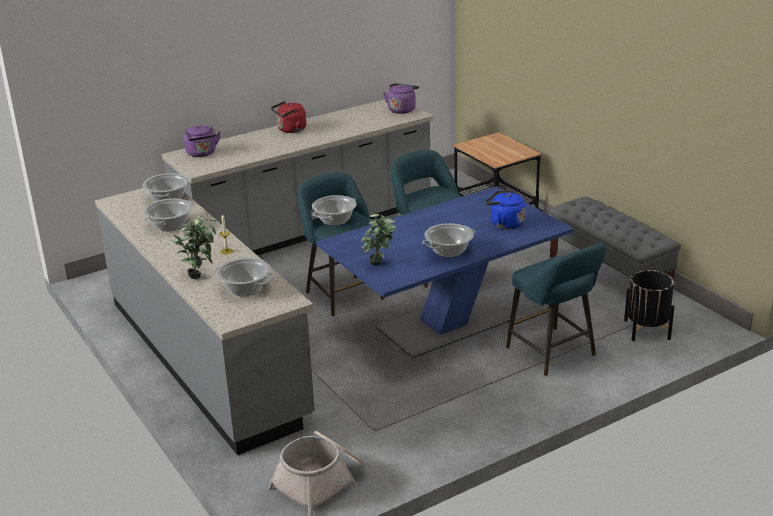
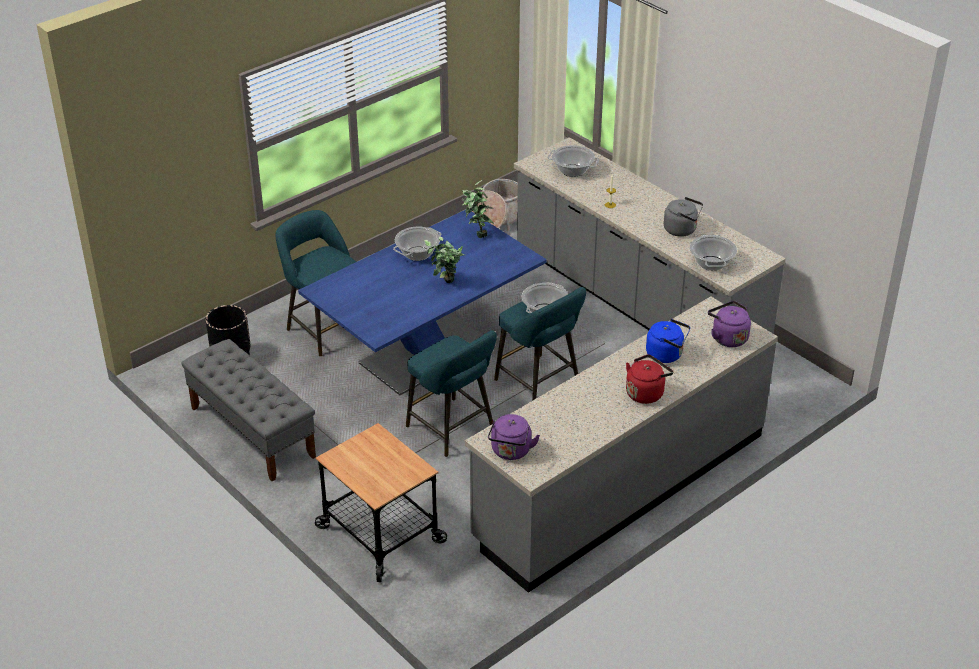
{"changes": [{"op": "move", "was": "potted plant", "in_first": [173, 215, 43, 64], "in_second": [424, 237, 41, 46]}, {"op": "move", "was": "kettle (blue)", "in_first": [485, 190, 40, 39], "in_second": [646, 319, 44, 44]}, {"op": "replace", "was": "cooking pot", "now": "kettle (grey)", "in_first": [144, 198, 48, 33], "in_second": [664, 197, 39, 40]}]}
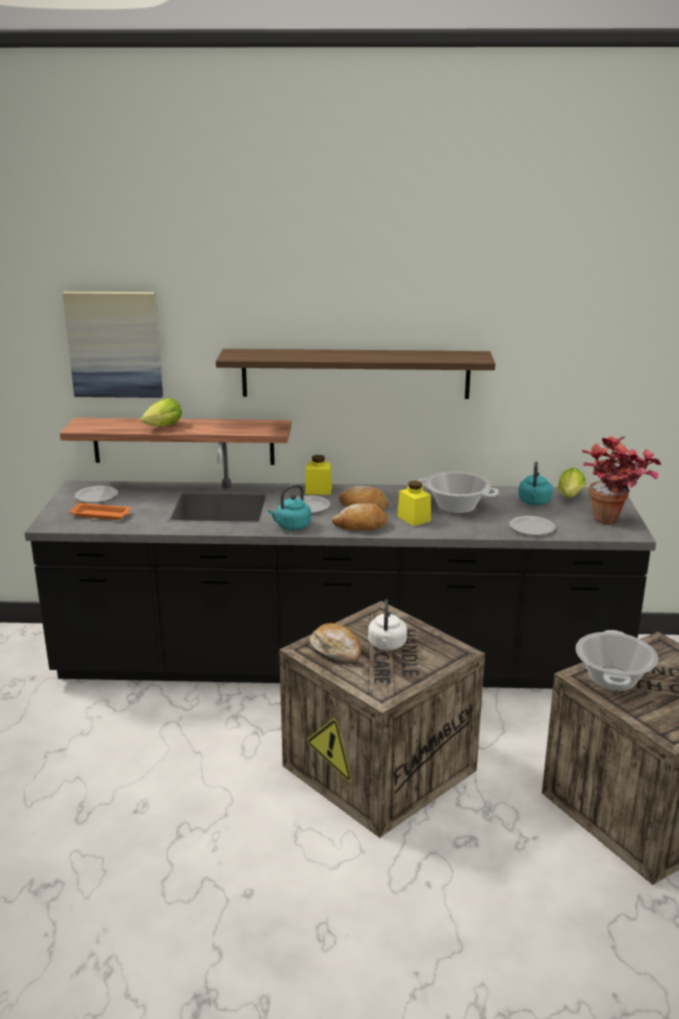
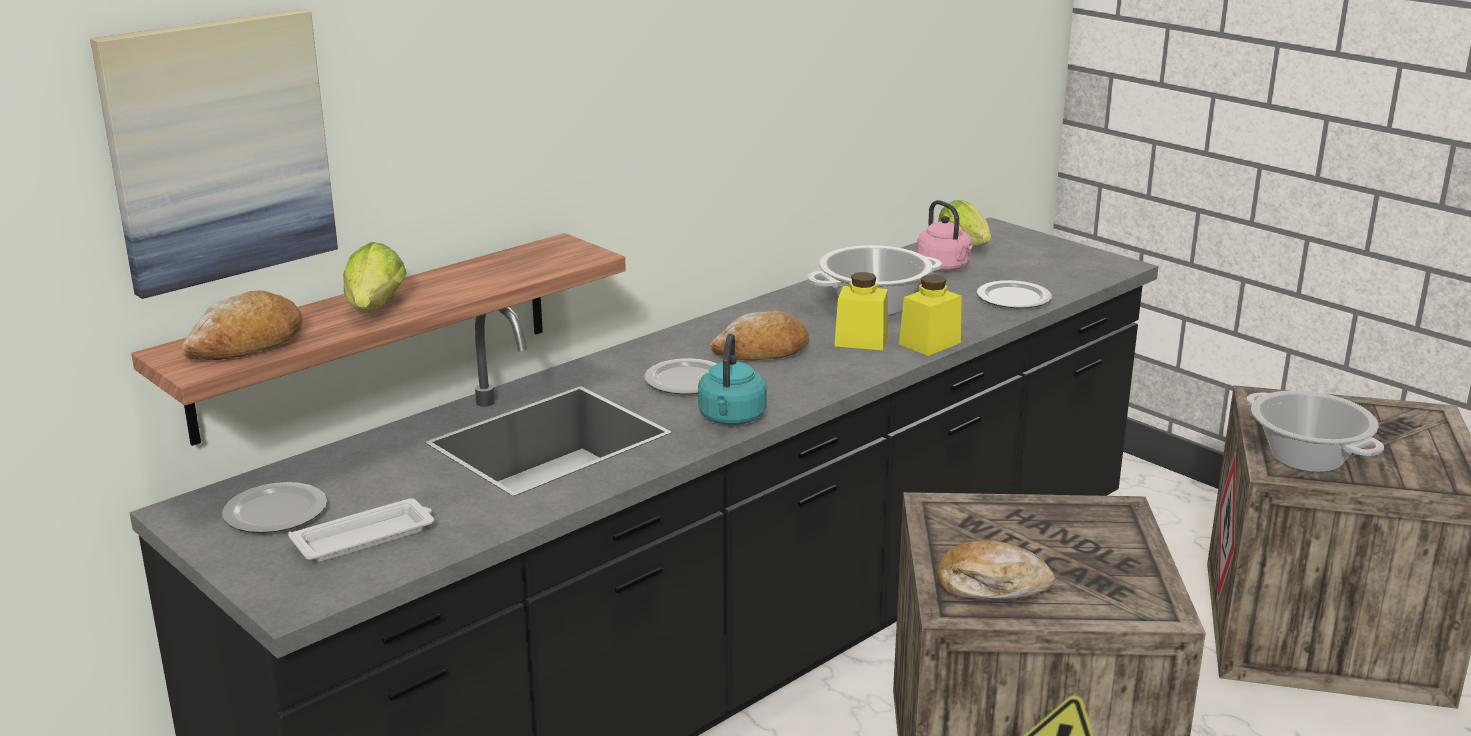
{"changes": [{"op": "delete", "was": "shelf", "in_first": [216, 349, 279, 50]}, {"op": "delete", "was": "kettle (white)", "in_first": [368, 599, 39, 52]}, {"op": "delete", "was": "potted plant", "in_first": [581, 436, 80, 88]}, {"op": "move", "was": "jar (yellow)", "in_first": [305, 455, 27, 40], "in_second": [899, 274, 62, 82]}, {"op": "move", "was": "bread", "in_first": [332, 503, 56, 28], "in_second": [182, 290, 120, 70]}, {"op": "recolor", "was": "tray (orange)", "now": "tray (white)", "in_first": [69, 502, 62, 18], "in_second": [288, 498, 146, 64]}, {"op": "recolor", "was": "kettle (turquoise)", "now": "kettle (pink)", "in_first": [518, 462, 35, 43], "in_second": [916, 200, 57, 71]}]}
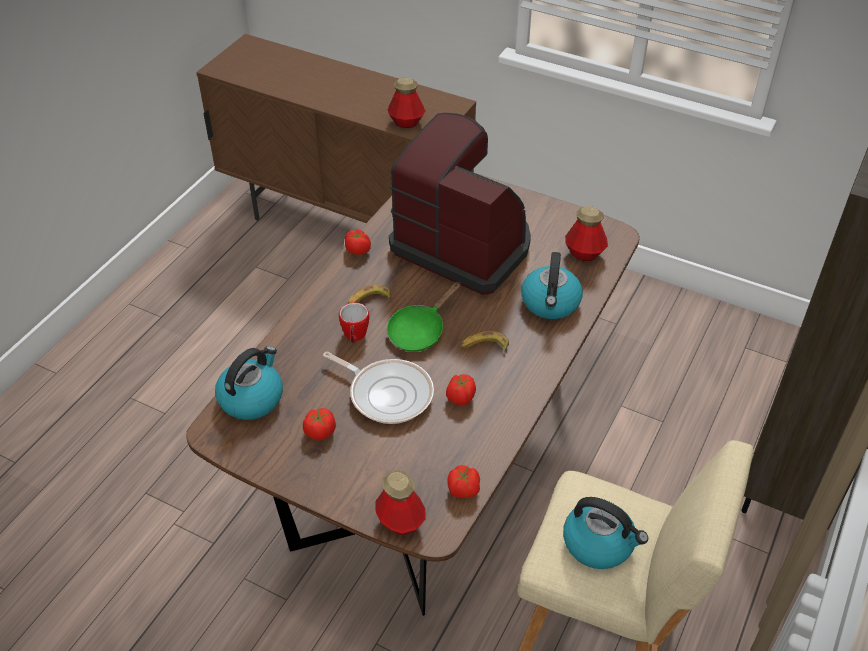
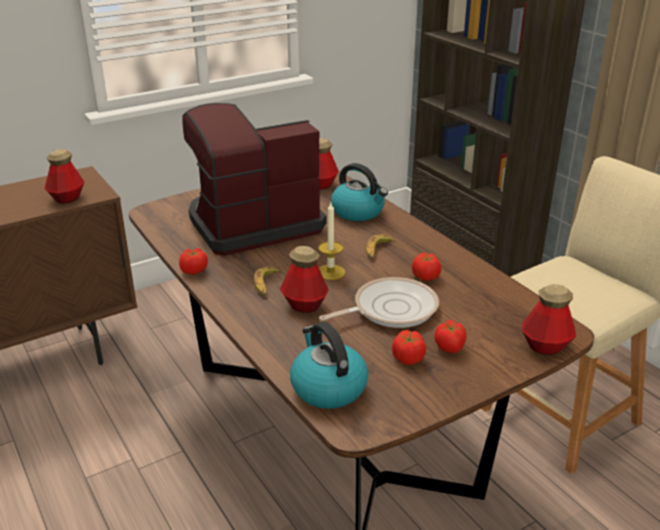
{"changes": [{"op": "delete", "was": "kettle", "in_first": [563, 497, 85, 72]}, {"op": "move", "was": "tomato", "in_first": [448, 465, 32, 33], "in_second": [434, 320, 33, 33]}, {"op": "replace", "was": "mug", "now": "bottle", "in_first": [339, 302, 30, 41], "in_second": [280, 246, 49, 67]}, {"op": "replace", "was": "frying pan (green)", "now": "candle", "in_first": [387, 282, 74, 70], "in_second": [318, 203, 27, 77]}]}
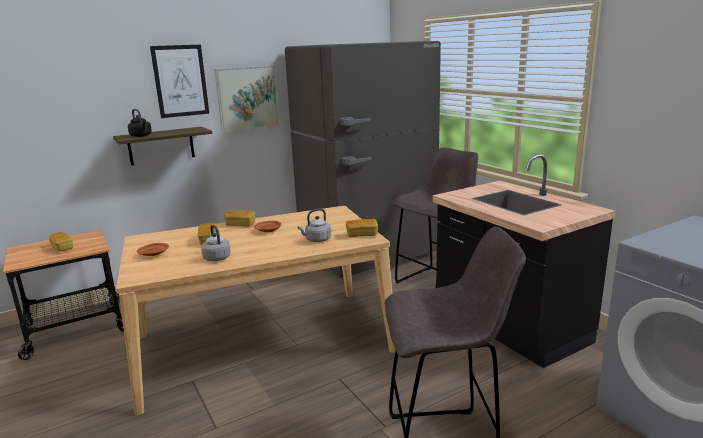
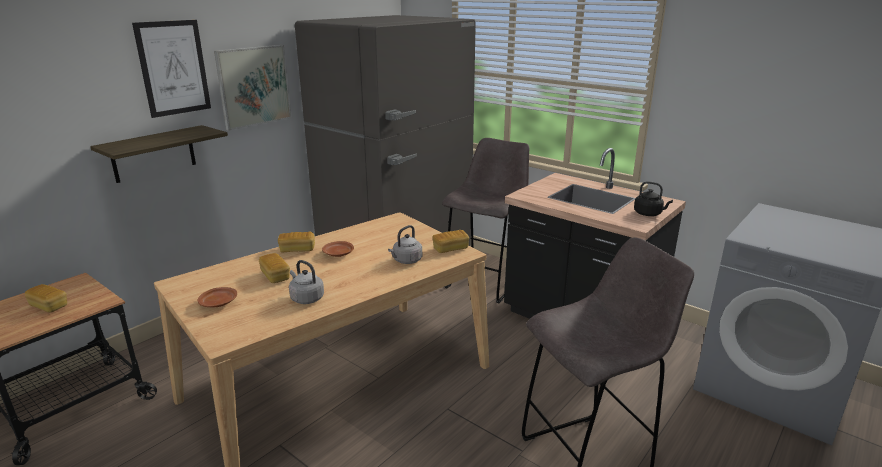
{"changes": [{"op": "move", "was": "kettle (black)", "in_first": [128, 109, 24, 28], "in_second": [634, 181, 39, 35]}]}
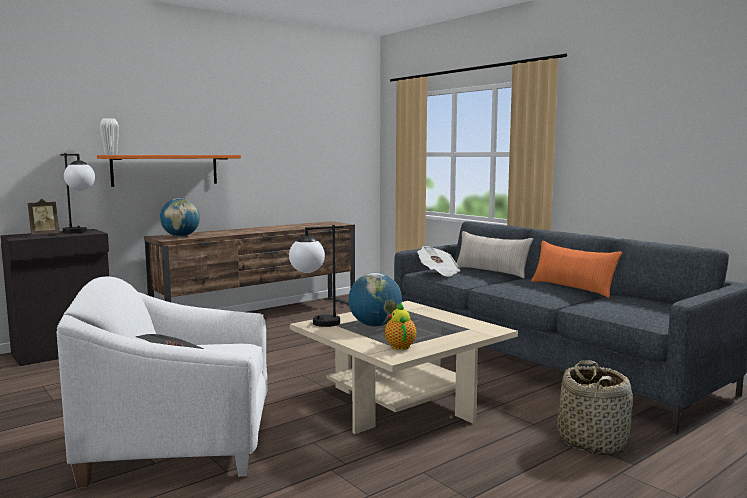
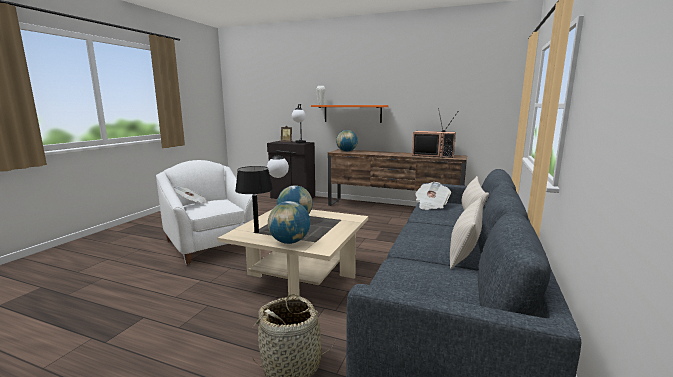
{"changes": [{"op": "insert", "now": "globe", "in_second": [268, 201, 42, 43]}, {"op": "insert", "now": "television", "in_second": [412, 108, 46, 50]}, {"op": "replace", "was": "teapot", "now": "table lamp (black)", "in_first": [385, 302, 32, 48], "in_second": [235, 166, 38, 67]}, {"op": "recolor", "was": "pillow (orange)", "now": "pillow (beige)", "in_first": [531, 241, 91, 57], "in_second": [450, 197, 33, 72]}]}
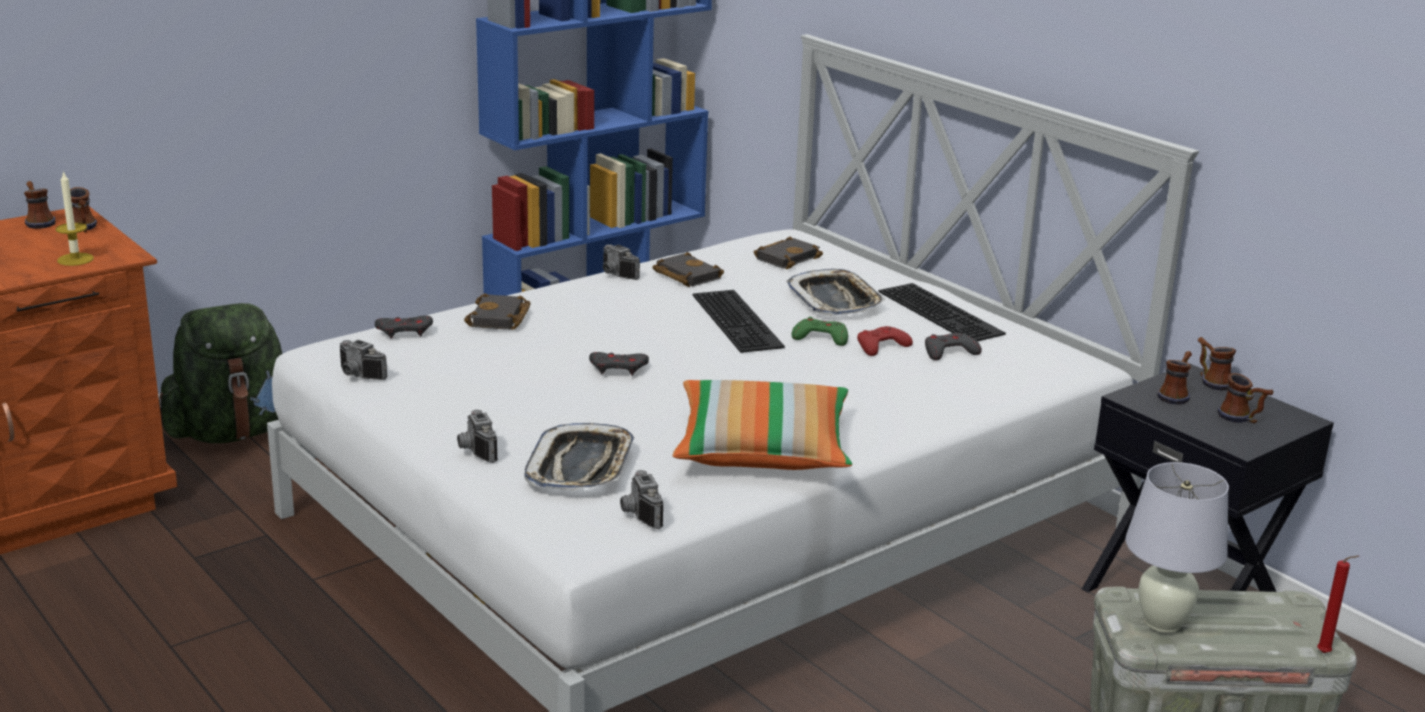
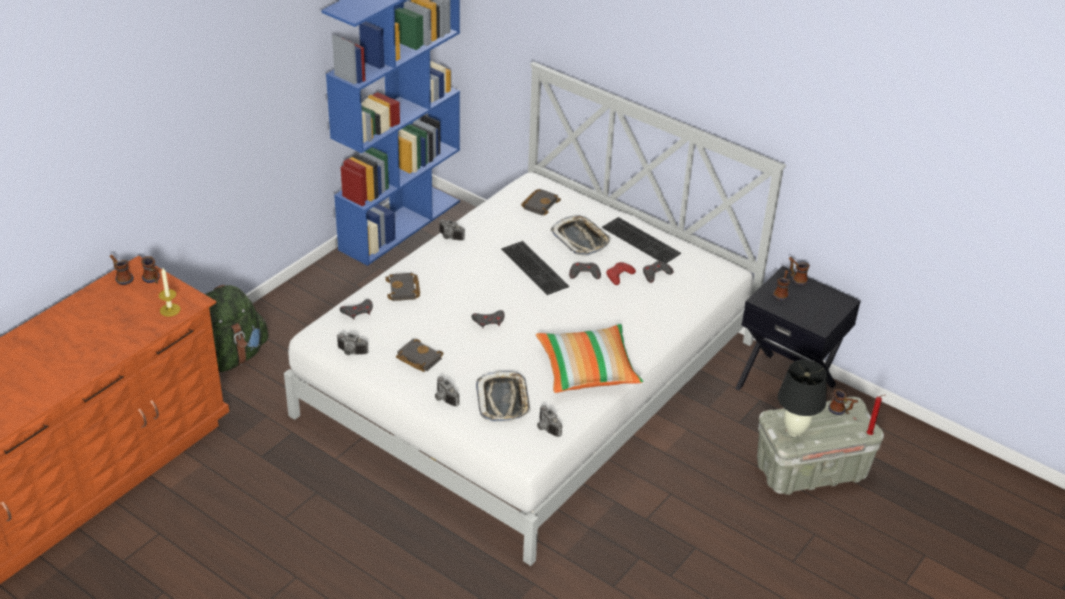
{"changes": [{"op": "move", "was": "book (black)", "in_first": [652, 252, 72, 35], "in_second": [396, 339, 47, 33]}, {"op": "move", "was": "mug", "in_first": [1218, 373, 55, 50], "in_second": [828, 389, 30, 26]}, {"op": "recolor", "was": "game controller (green)", "now": "game controller (grey)", "in_first": [792, 317, 56, 29], "in_second": [569, 262, 32, 17]}, {"op": "recolor", "was": "table lamp (white)", "now": "table lamp (black)", "in_first": [1125, 462, 104, 171], "in_second": [778, 360, 49, 77]}]}
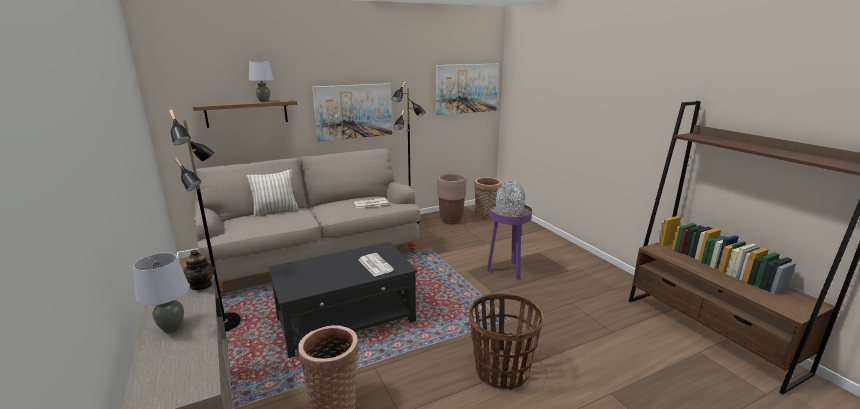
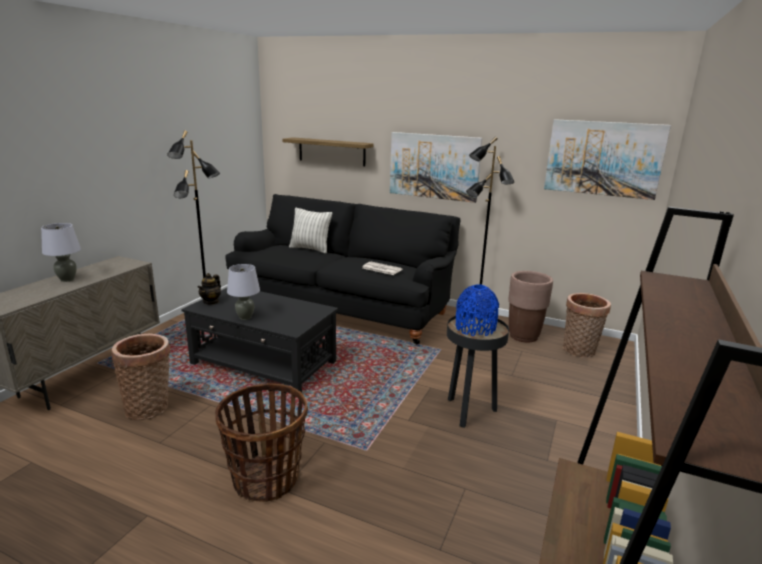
{"changes": [{"op": "delete", "was": "newspaper", "in_first": [358, 253, 36, 24]}, {"op": "move", "was": "teapot", "in_first": [183, 250, 32, 40], "in_second": [198, 273, 23, 32]}, {"op": "move", "was": "table lamp (grey)", "in_first": [249, 61, 25, 41], "in_second": [227, 264, 33, 56]}, {"op": "recolor", "was": "sofa (beige)", "now": "sofa (black)", "in_first": [194, 149, 226, 145], "in_second": [225, 194, 235, 150]}, {"op": "recolor", "was": "side table (purple)", "now": "side table (black)", "in_first": [487, 203, 45, 77], "in_second": [447, 314, 62, 114]}, {"op": "recolor", "was": "vase (grey)", "now": "vase (blue)", "in_first": [496, 181, 29, 35], "in_second": [456, 284, 43, 52]}]}
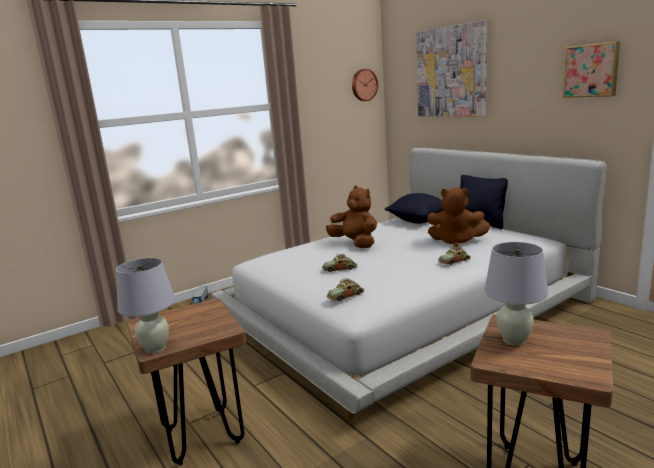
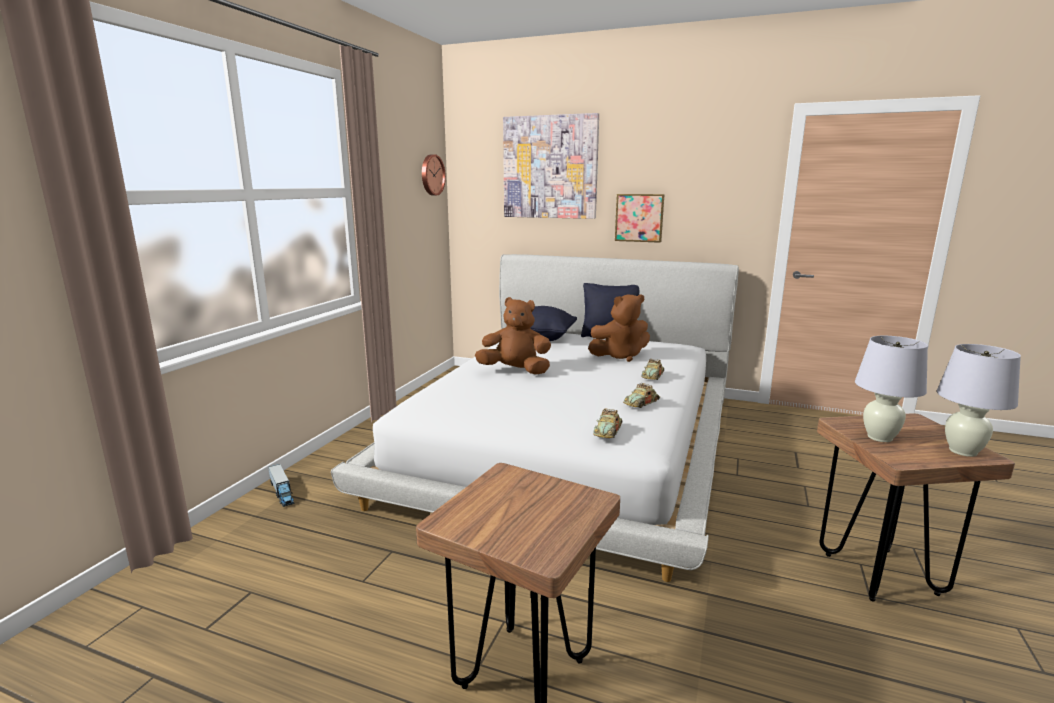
{"changes": [{"op": "move", "was": "table lamp (white)", "in_first": [116, 258, 59, 96], "in_second": [937, 344, 84, 113]}, {"op": "move", "was": "toy car", "in_first": [322, 254, 36, 18], "in_second": [623, 383, 37, 25]}, {"op": "move", "was": "picture", "in_first": [563, 41, 57, 57], "in_second": [615, 194, 49, 49]}]}
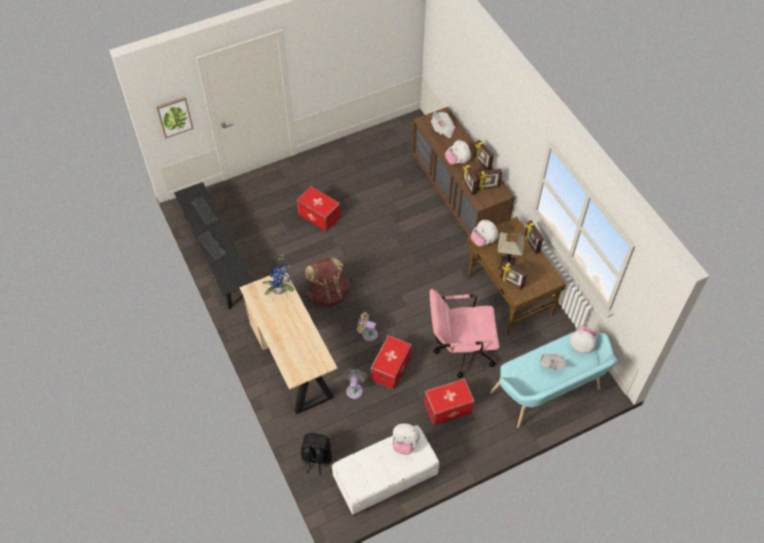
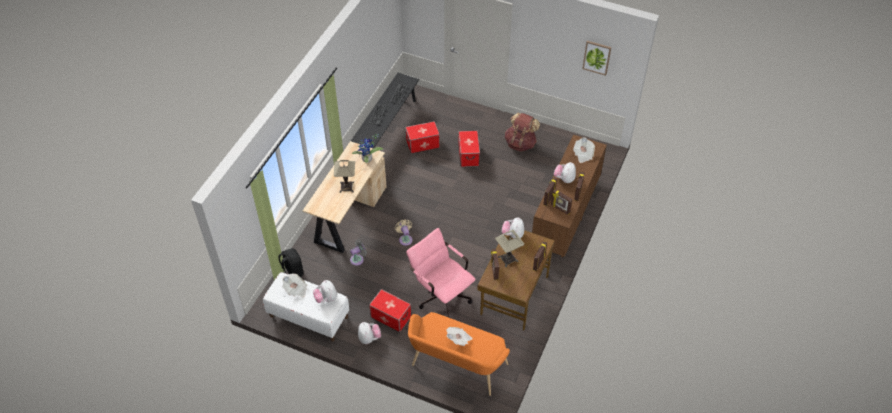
{"changes": [{"op": "insert", "now": "newspaper", "in_second": [282, 274, 25, 23]}, {"op": "insert", "now": "table lamp", "in_second": [334, 160, 21, 33]}, {"op": "move", "was": "picture", "in_first": [156, 97, 38, 42], "in_second": [582, 41, 29, 35]}, {"op": "move", "was": "backpack (brown)", "in_first": [305, 258, 44, 49], "in_second": [505, 113, 35, 39]}, {"op": "move", "was": "storage box", "in_first": [371, 335, 41, 54], "in_second": [405, 121, 35, 33]}, {"op": "move", "was": "plush toy", "in_first": [570, 325, 27, 28], "in_second": [358, 322, 23, 22]}, {"op": "recolor", "was": "bench (turquoise)", "now": "bench (orange)", "in_first": [490, 332, 128, 96], "in_second": [408, 312, 102, 84]}]}
